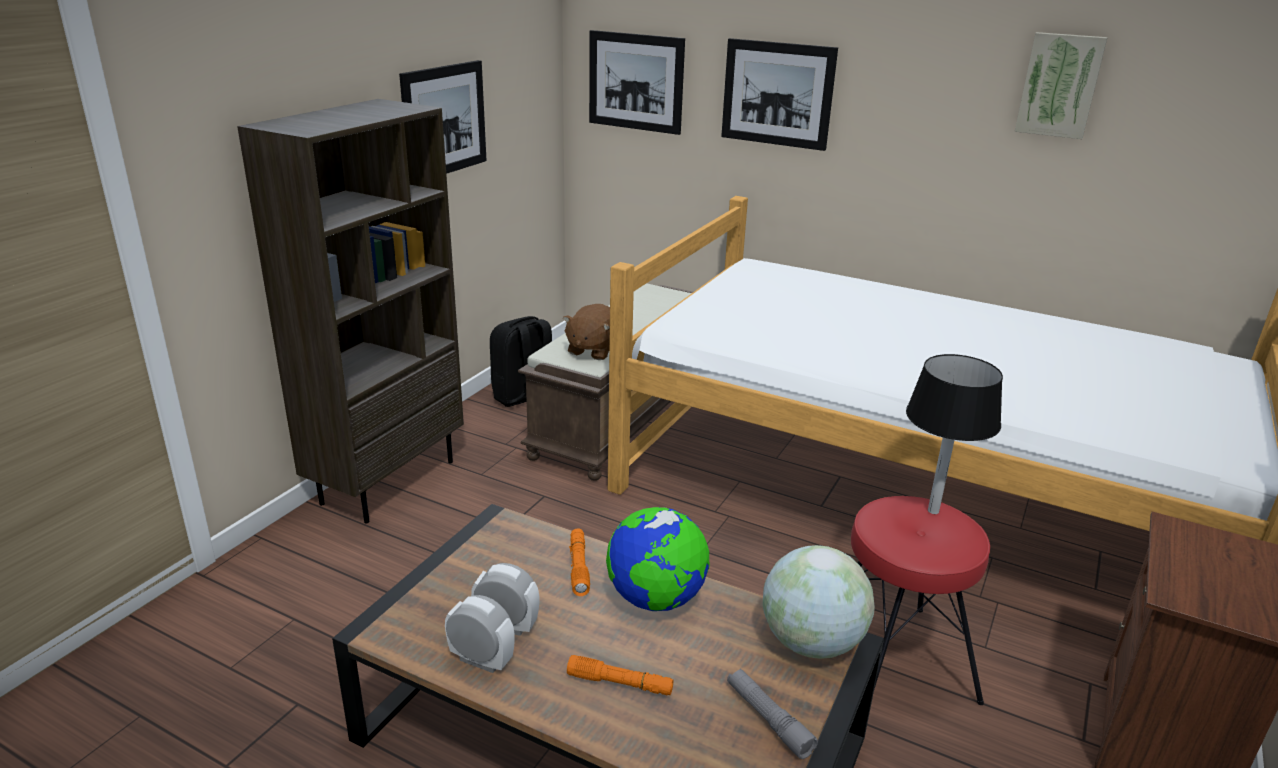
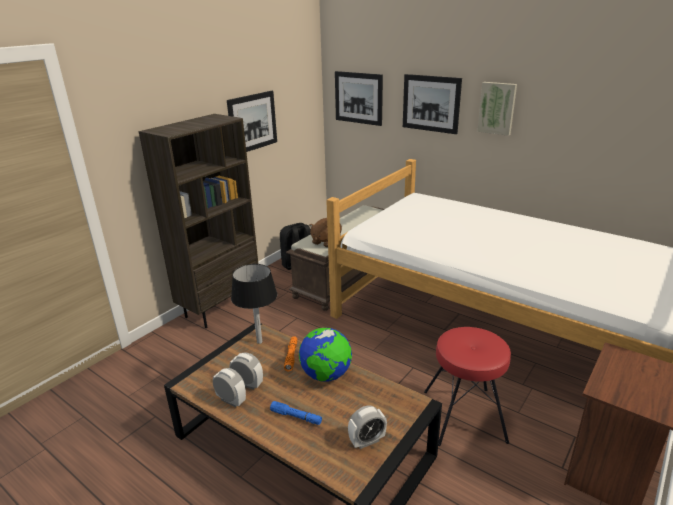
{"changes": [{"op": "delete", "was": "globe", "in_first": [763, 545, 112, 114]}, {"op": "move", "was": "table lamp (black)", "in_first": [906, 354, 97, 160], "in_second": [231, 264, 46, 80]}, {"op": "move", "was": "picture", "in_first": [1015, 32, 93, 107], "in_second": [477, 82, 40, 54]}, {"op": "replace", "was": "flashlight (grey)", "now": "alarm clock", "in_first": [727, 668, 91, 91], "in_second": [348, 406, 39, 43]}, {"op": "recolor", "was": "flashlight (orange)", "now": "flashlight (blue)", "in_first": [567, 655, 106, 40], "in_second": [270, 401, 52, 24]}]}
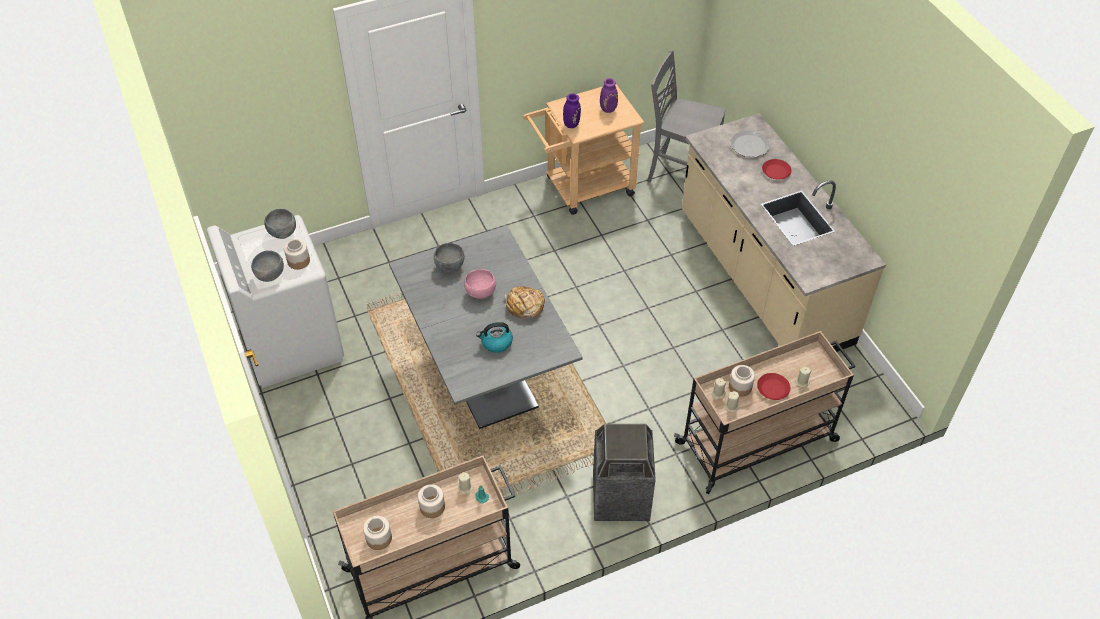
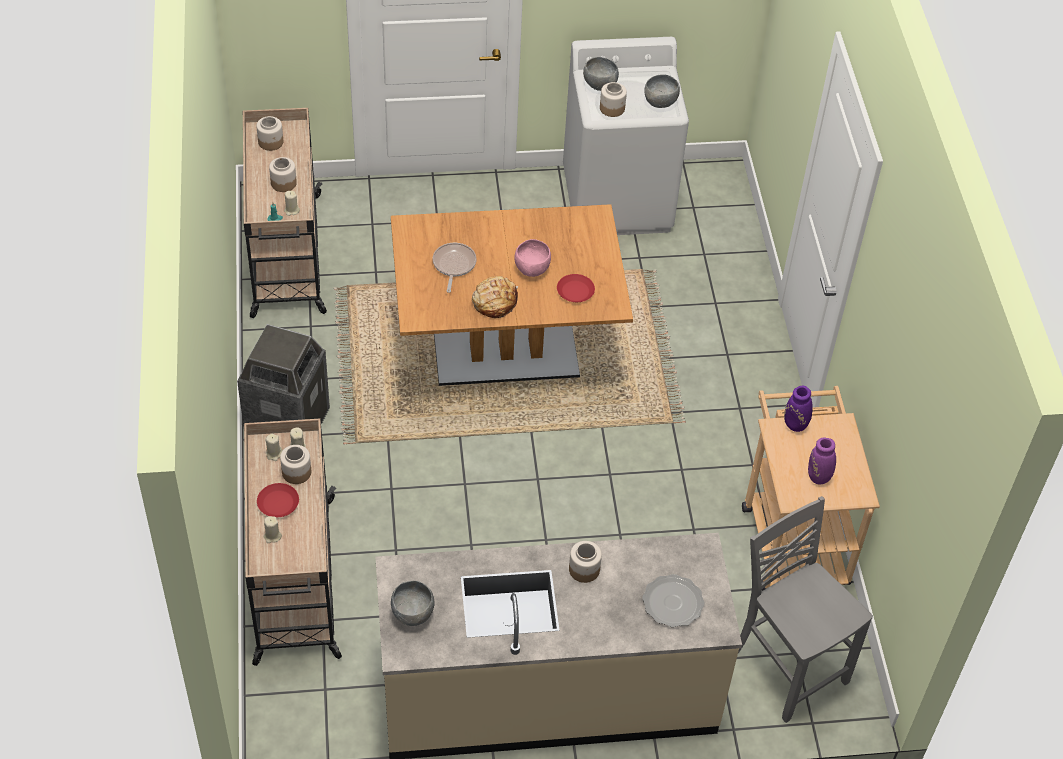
{"changes": [{"op": "insert", "now": "jar", "in_second": [569, 541, 33, 42]}, {"op": "move", "was": "bowl (grey)", "in_first": [434, 243, 30, 29], "in_second": [391, 581, 44, 45]}, {"op": "move", "was": "plate (red)", "in_first": [762, 159, 30, 20], "in_second": [557, 274, 38, 28]}, {"op": "replace", "was": "kettle", "now": "frying pan", "in_first": [476, 322, 37, 31], "in_second": [433, 243, 43, 50]}, {"op": "recolor", "was": "dining table (grey)", "now": "dining table (brown)", "in_first": [389, 226, 193, 203], "in_second": [391, 204, 242, 182]}, {"op": "rotate", "was": "chair (grey)", "in_first": [647, 50, 78, 133], "in_second": [738, 496, 135, 227], "clockwise": -75}]}
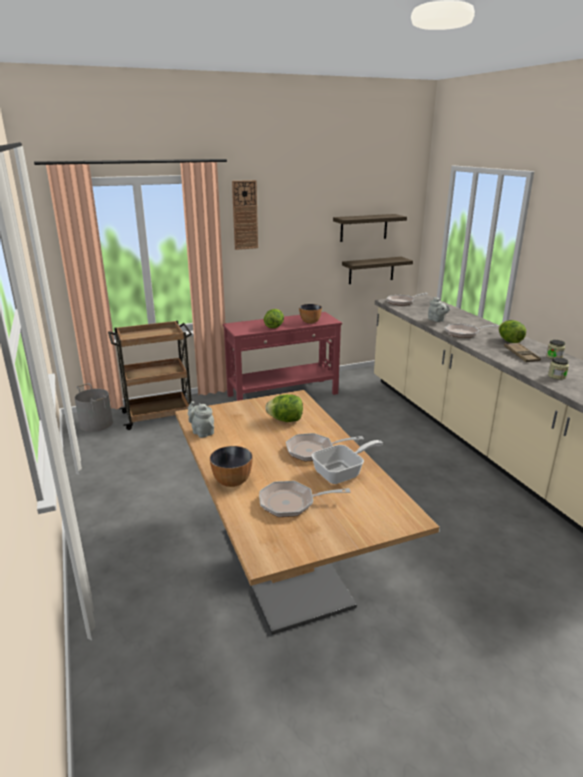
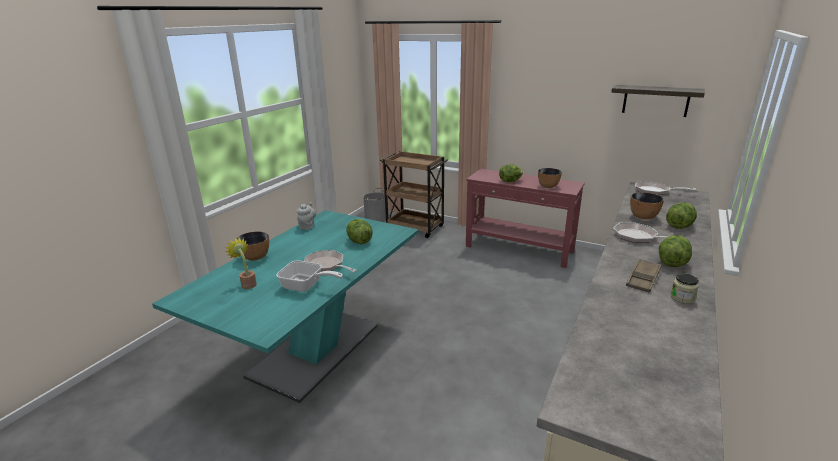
{"changes": [{"op": "delete", "was": "wall clock", "in_first": [232, 180, 26, 70]}, {"op": "delete", "was": "shelf", "in_first": [342, 257, 71, 27]}, {"op": "delete", "was": "jar", "in_first": [548, 357, 21, 23]}, {"op": "insert", "now": "lettuce", "in_second": [666, 202, 31, 27]}, {"op": "replace", "was": "frying pan", "now": "potted plant", "in_first": [259, 481, 91, 36], "in_second": [225, 238, 32, 51]}, {"op": "replace", "was": "teapot (grey)", "now": "bowl", "in_first": [428, 297, 22, 25], "in_second": [630, 192, 34, 27]}, {"op": "recolor", "was": "dining table (brown)", "now": "dining table (turquoise)", "in_first": [175, 390, 264, 245], "in_second": [152, 210, 267, 193]}]}
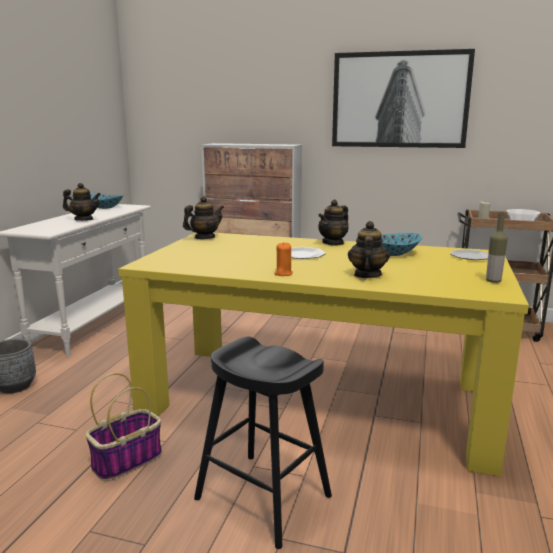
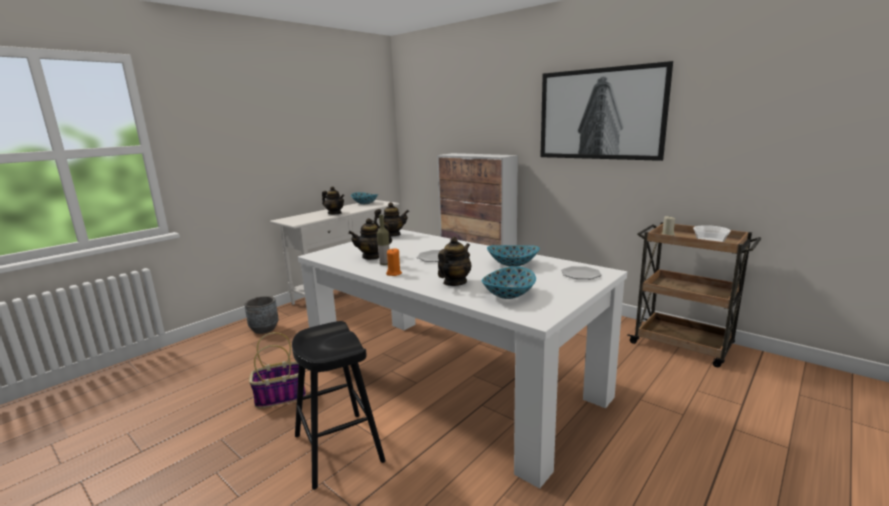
{"changes": [{"op": "insert", "now": "bowl", "in_second": [482, 266, 54, 33]}, {"op": "move", "was": "teapot", "in_first": [318, 199, 30, 47], "in_second": [348, 218, 44, 42]}, {"op": "move", "was": "bottle", "in_first": [486, 213, 22, 70], "in_second": [377, 215, 12, 50]}, {"op": "recolor", "was": "dining table (yellow)", "now": "dining table (white)", "in_first": [118, 233, 411, 244], "in_second": [298, 229, 329, 260]}]}
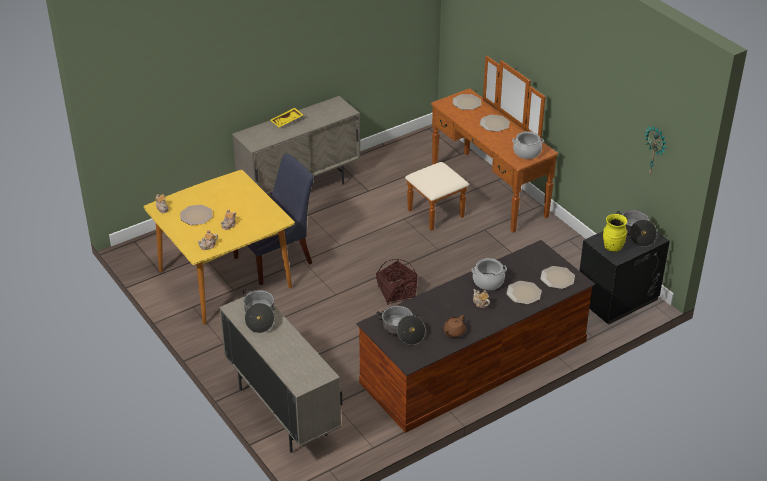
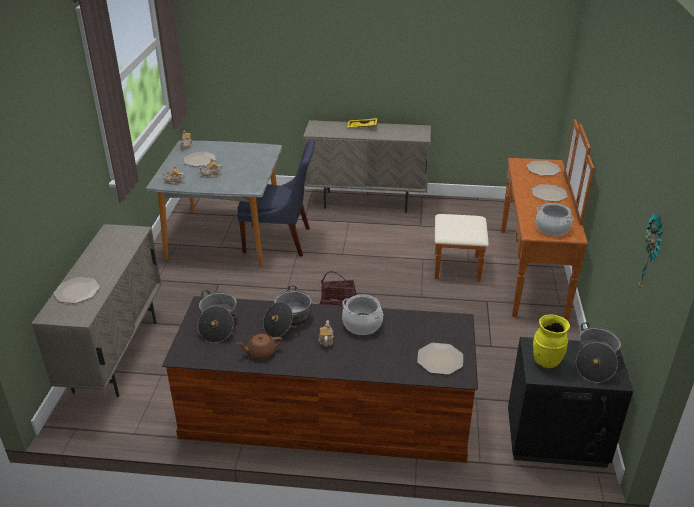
{"changes": [{"op": "move", "was": "cooking pot", "in_first": [243, 289, 32, 44], "in_second": [263, 286, 49, 52]}, {"op": "move", "was": "plate", "in_first": [506, 281, 36, 23], "in_second": [54, 277, 46, 27]}, {"op": "recolor", "was": "dining table (yellow)", "now": "dining table (grey)", "in_first": [144, 170, 151, 155], "in_second": [146, 140, 136, 126]}]}
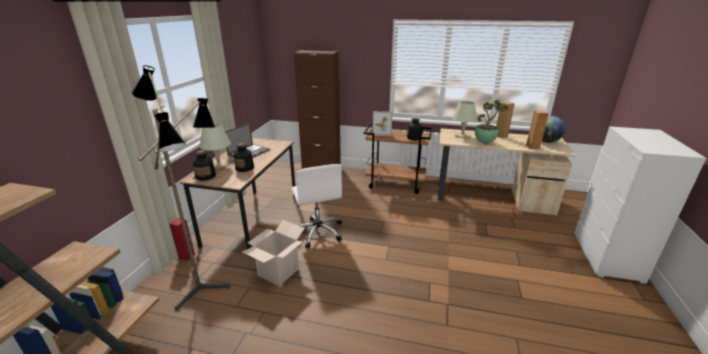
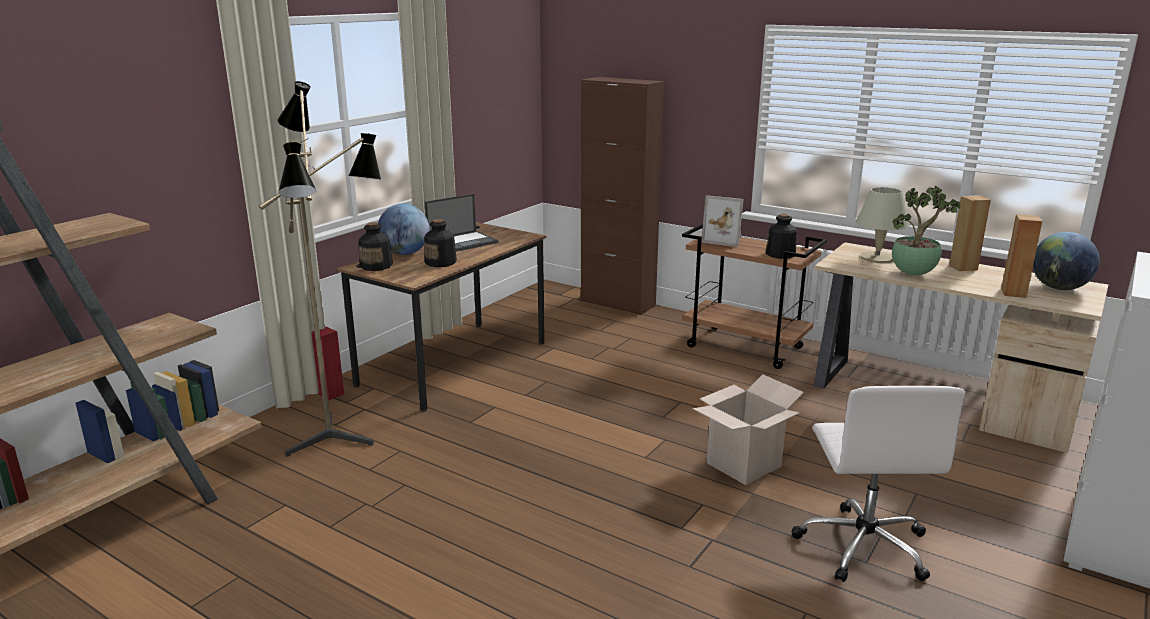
{"changes": [{"op": "move", "was": "cardboard box", "in_first": [242, 220, 63, 66], "in_second": [692, 375, 112, 110]}, {"op": "move", "was": "office chair (white)", "in_first": [291, 164, 51, 84], "in_second": [792, 386, 174, 196]}, {"op": "replace", "was": "table lamp (beige)", "now": "globe", "in_first": [199, 123, 32, 45], "in_second": [378, 204, 52, 51]}]}
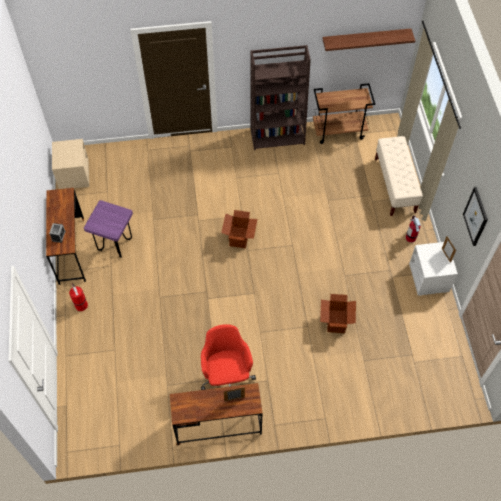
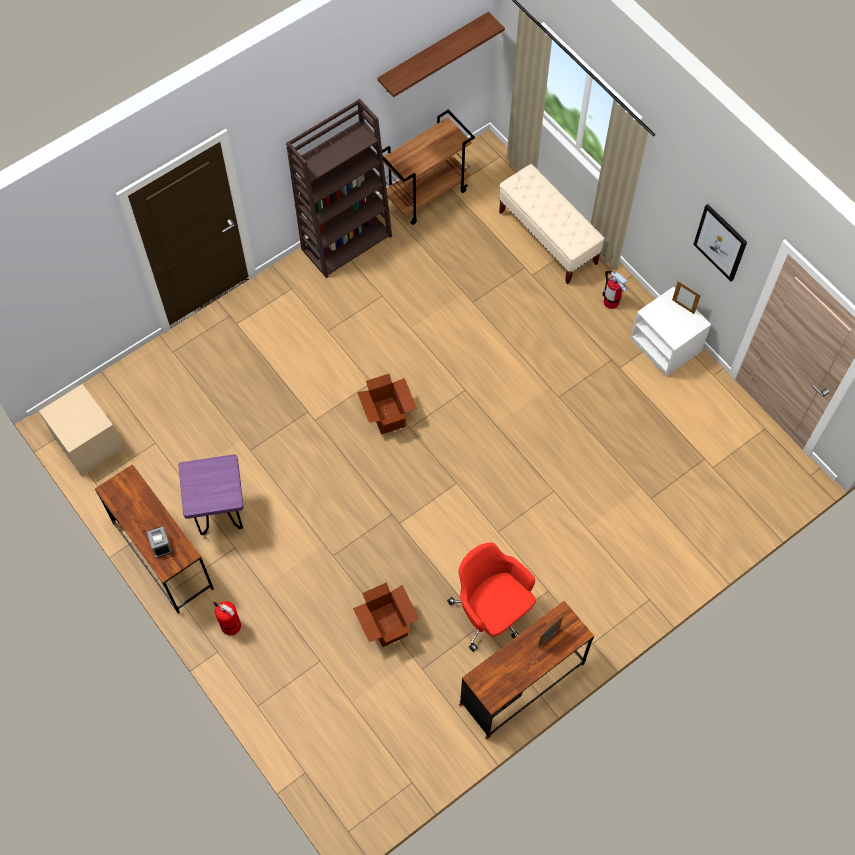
{"changes": [{"op": "move", "was": "cardboard box", "in_first": [320, 294, 36, 39], "in_second": [353, 582, 66, 65]}]}
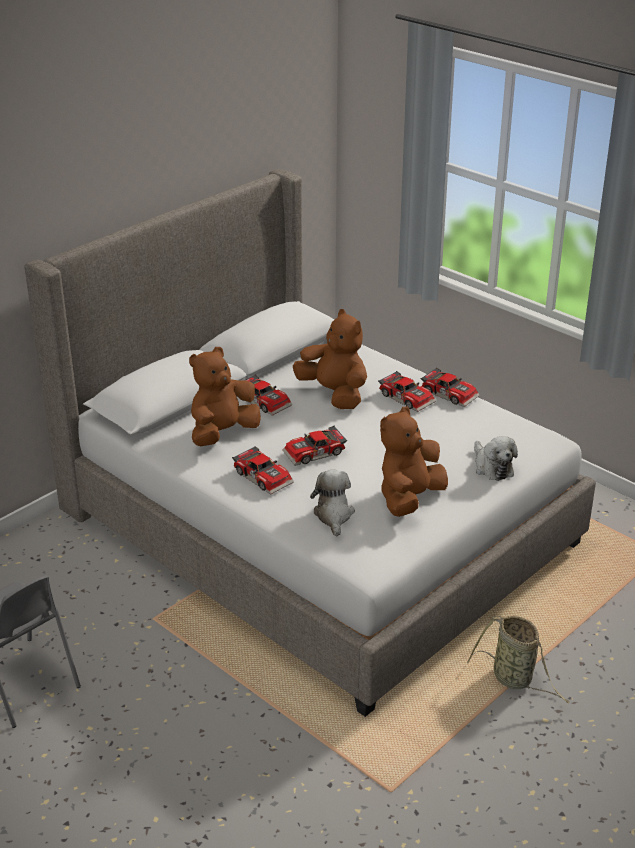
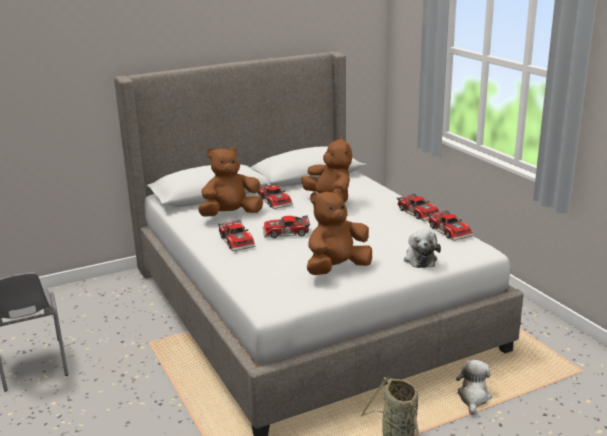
{"changes": [{"op": "move", "was": "plush toy", "in_first": [310, 470, 45, 67], "in_second": [456, 360, 36, 55]}, {"op": "move", "was": "toy car", "in_first": [378, 371, 58, 41], "in_second": [428, 210, 45, 31]}]}
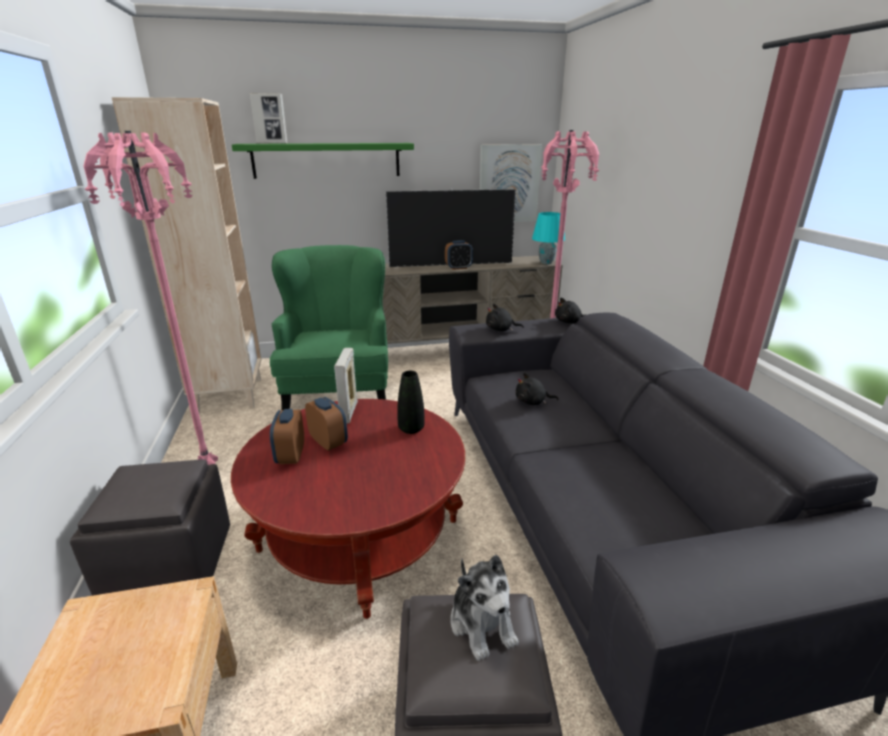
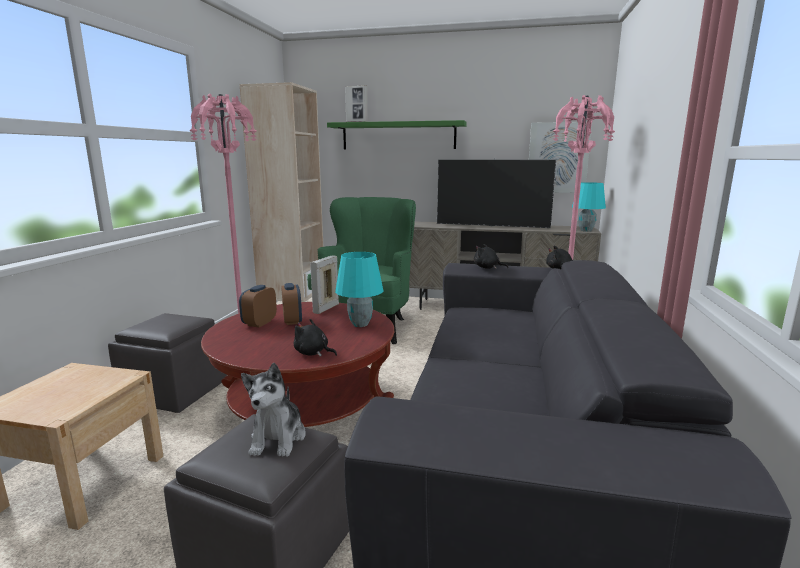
{"changes": [{"op": "delete", "was": "alarm clock", "in_first": [445, 240, 28, 30]}, {"op": "move", "was": "plush toy (black)", "in_first": [516, 373, 43, 32], "in_second": [294, 319, 43, 38]}, {"op": "replace", "was": "vase (black)", "now": "table lamp (turquoise)", "in_first": [397, 371, 28, 63], "in_second": [335, 252, 48, 75]}]}
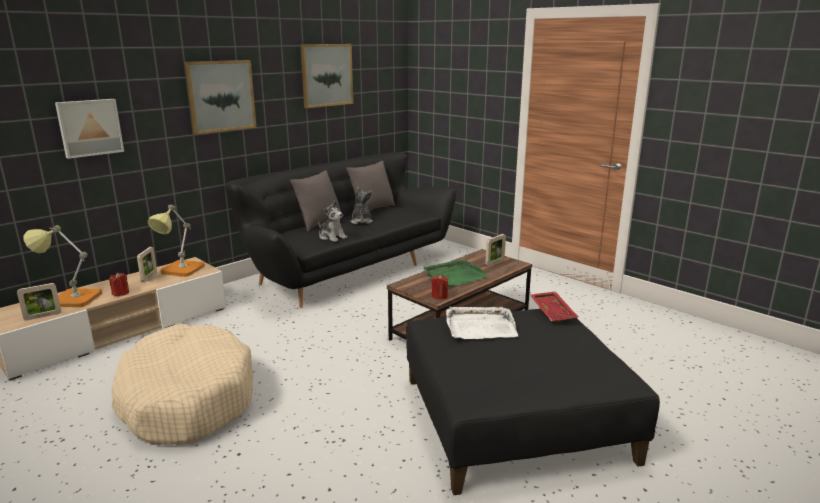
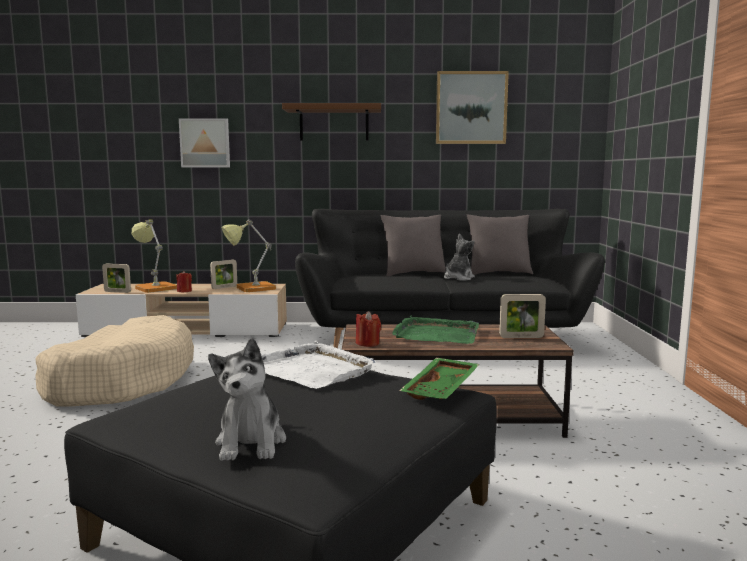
{"changes": [{"op": "move", "was": "plush toy", "in_first": [318, 201, 29, 41], "in_second": [208, 338, 78, 123]}, {"op": "replace", "was": "picture", "now": "shelf (brown)", "in_first": [184, 60, 73, 74], "in_second": [282, 103, 99, 38]}, {"op": "recolor", "was": "tray (red)", "now": "tray (green)", "in_first": [530, 292, 48, 30], "in_second": [399, 358, 80, 42]}]}
